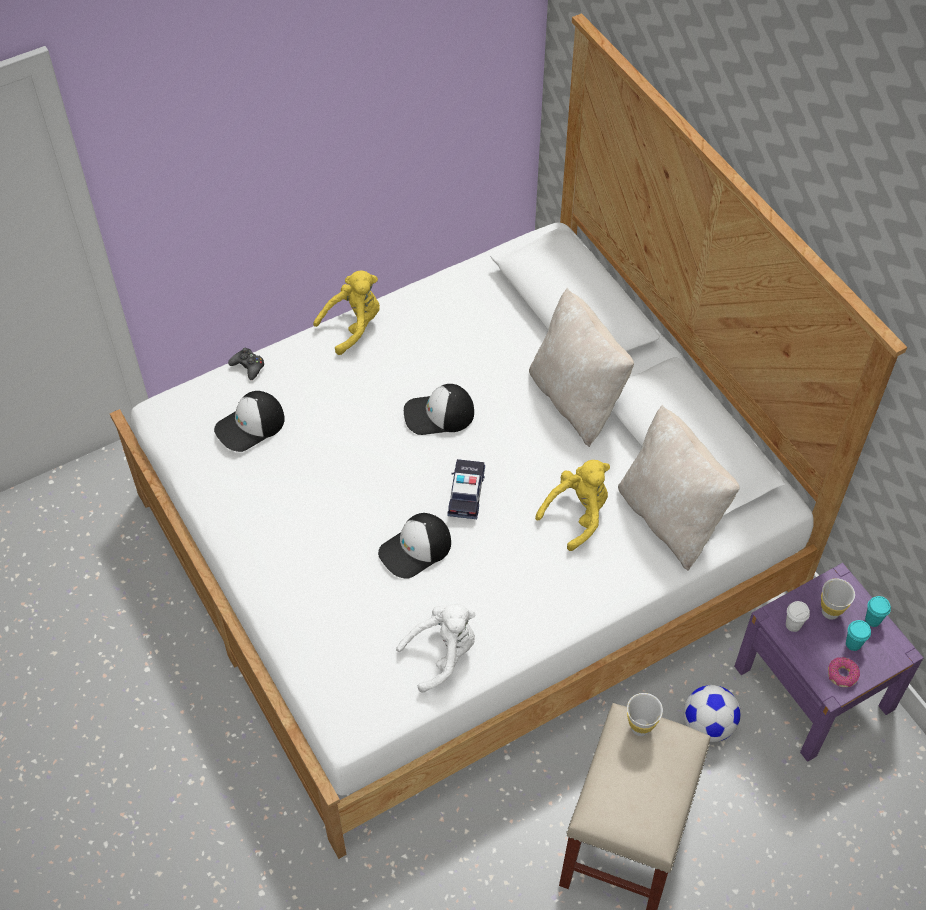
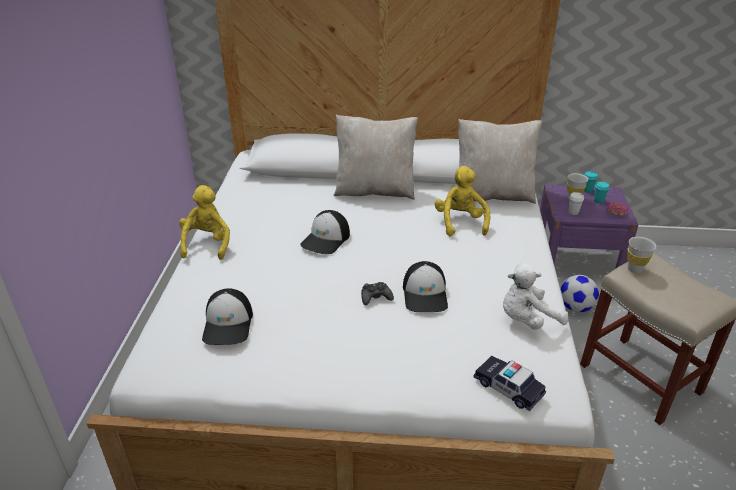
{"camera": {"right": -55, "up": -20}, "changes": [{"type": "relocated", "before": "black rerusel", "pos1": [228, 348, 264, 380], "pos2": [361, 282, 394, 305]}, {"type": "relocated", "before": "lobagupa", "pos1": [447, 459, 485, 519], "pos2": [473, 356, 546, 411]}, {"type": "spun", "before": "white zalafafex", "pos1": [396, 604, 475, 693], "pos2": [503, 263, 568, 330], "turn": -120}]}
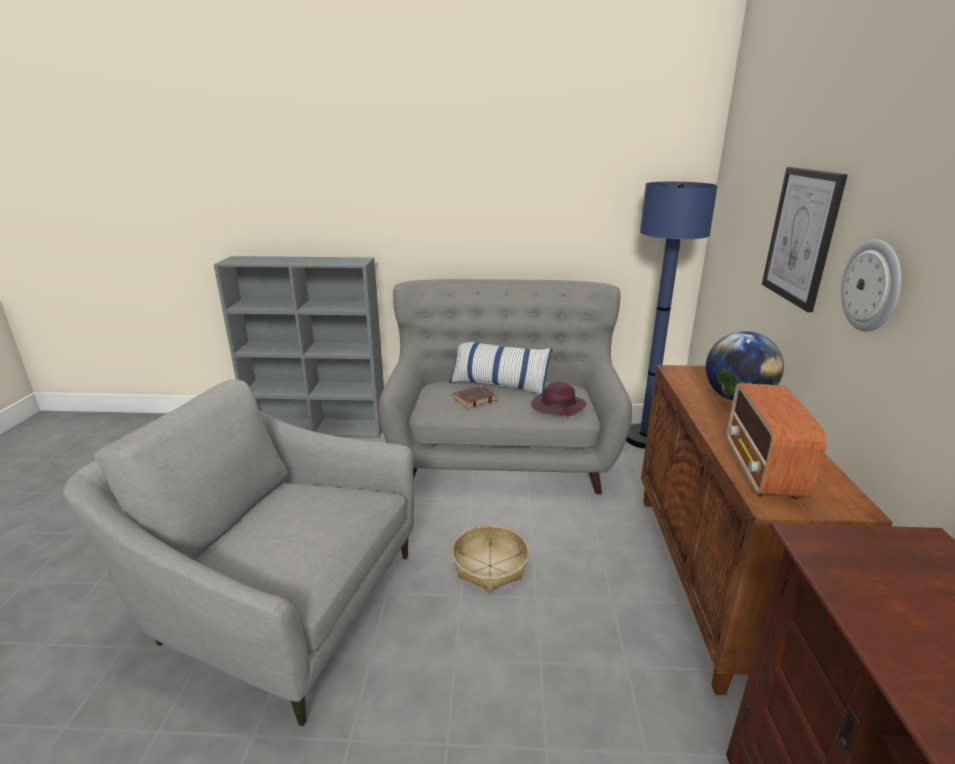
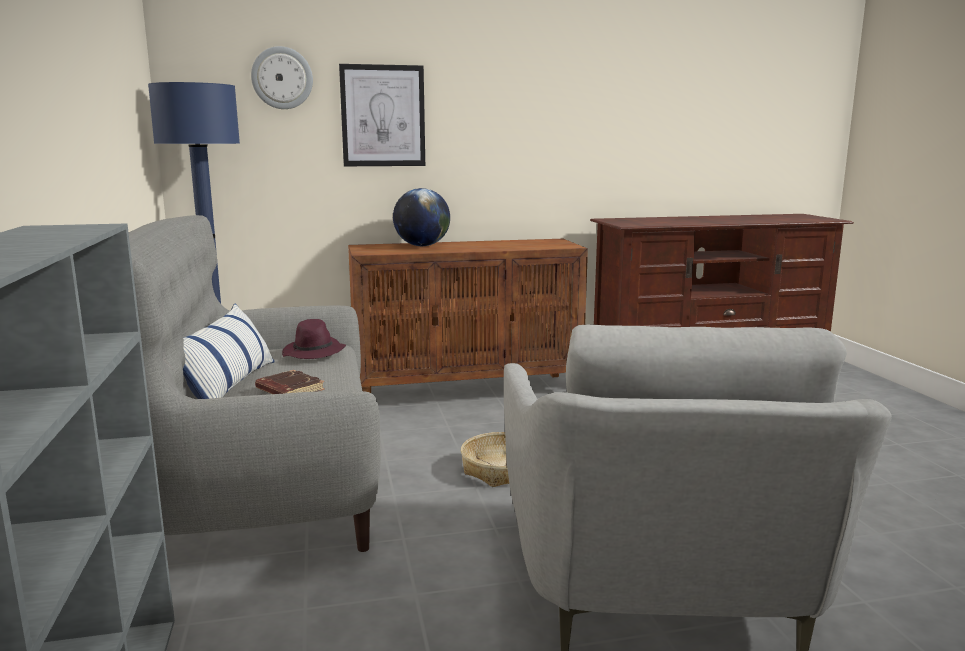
{"camera": {"right": -105, "up": -10}, "changes": [{"type": "missing", "before": "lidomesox", "pos1": [726, 383, 827, 499]}, {"type": "relocated", "before": "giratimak", "pos1": [841, 239, 901, 332], "pos2": [251, 46, 313, 109]}]}
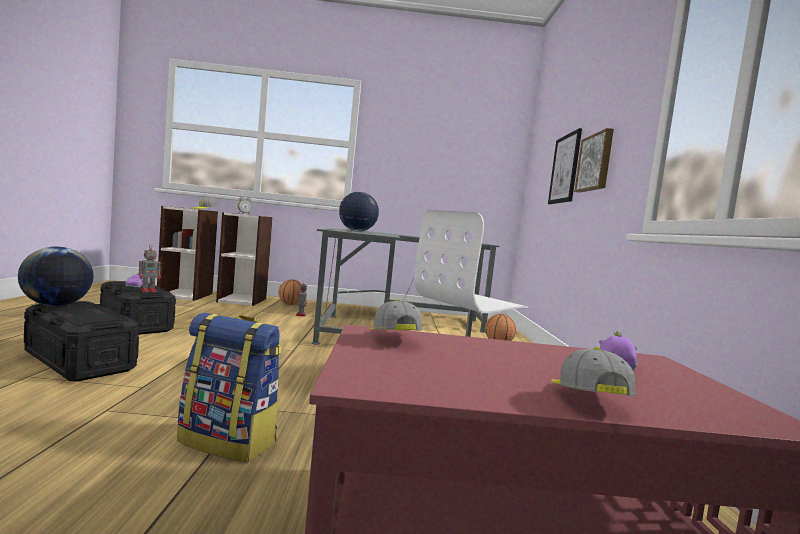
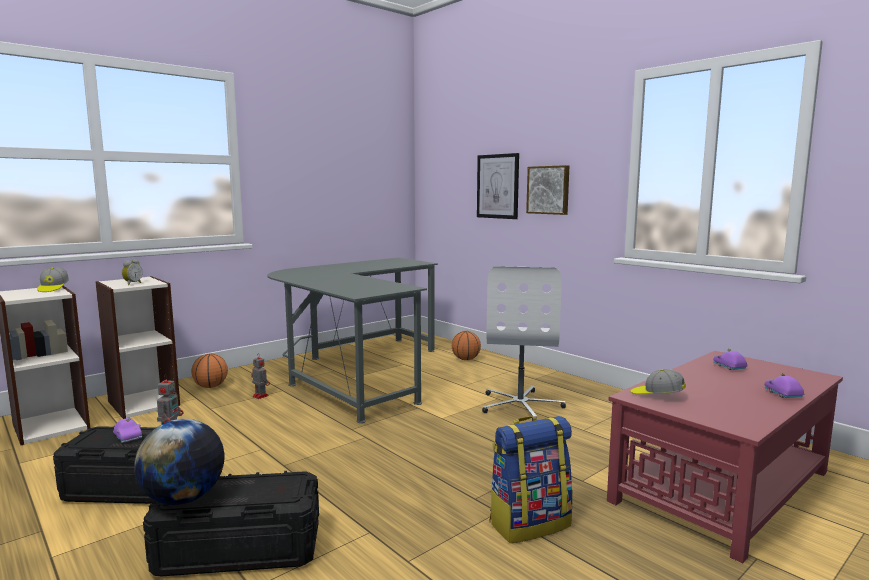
{"camera": {"right": -40, "up": 5}, "changes": [{"type": "missing", "before": "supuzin", "pos1": [339, 192, 379, 232]}, {"type": "exchanged", "before": "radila", "after": "purple lobagupa", "pos1": [551, 347, 636, 396], "pos2": [764, 373, 804, 398]}]}
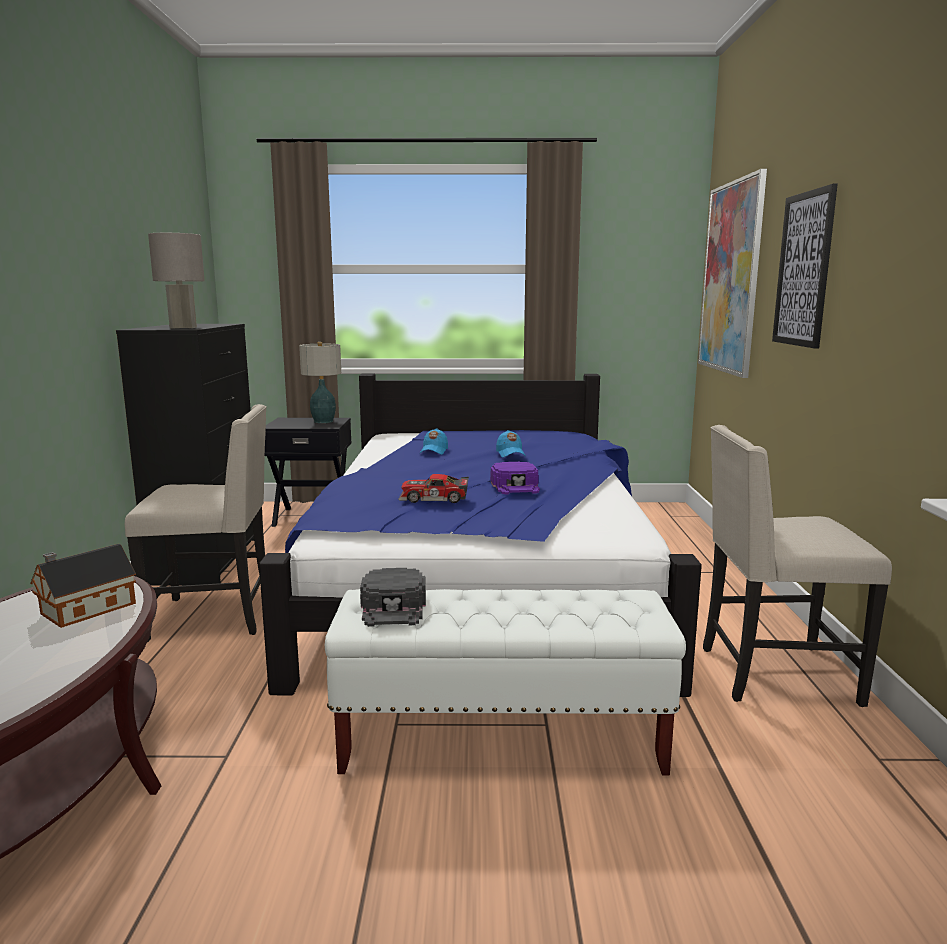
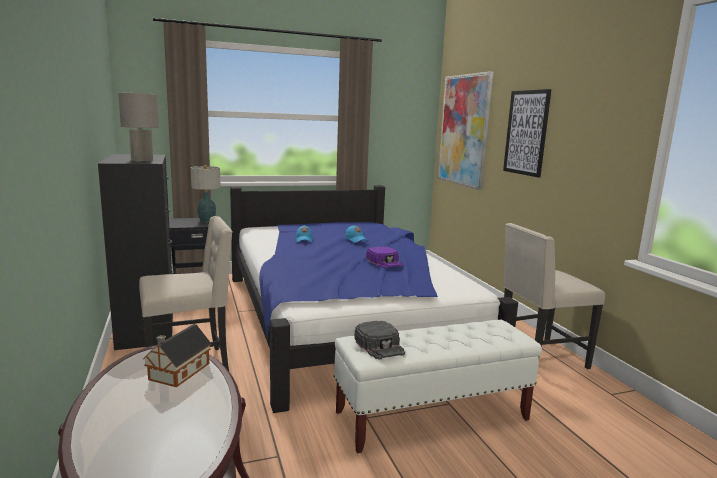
{"camera": {"right": -20, "up": 0}, "changes": [{"type": "missing", "before": "lobagupa", "pos1": [398, 474, 469, 503]}]}
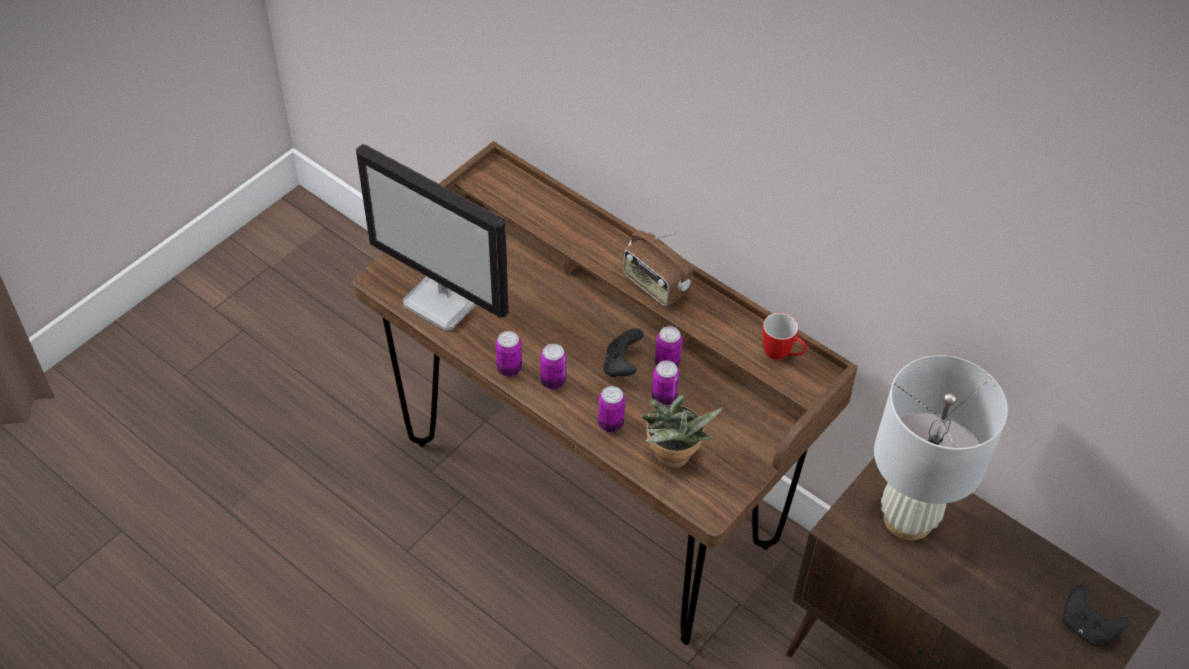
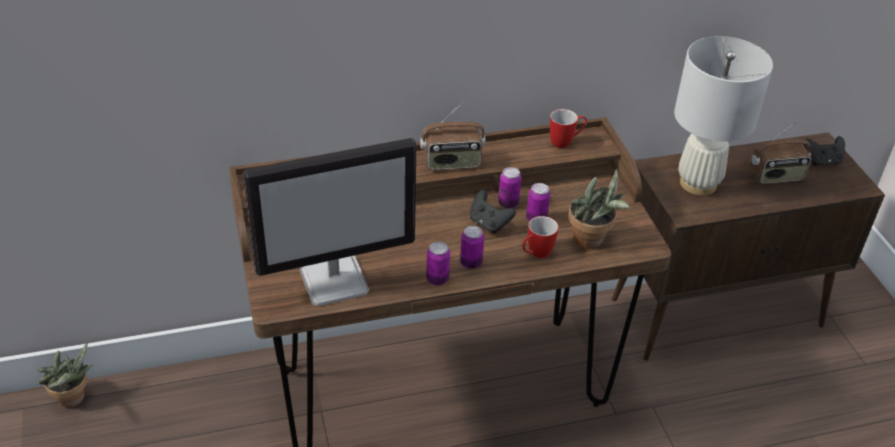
{"camera": {"right": -55, "up": -10}, "changes": [{"type": "appeared", "after": "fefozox", "pos2": [37, 342, 93, 408]}, {"type": "appeared", "after": "lidomesox", "pos2": [750, 122, 812, 184]}, {"type": "exchanged", "before": "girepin", "after": "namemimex", "pos1": [598, 386, 625, 432], "pos2": [522, 216, 559, 258]}]}
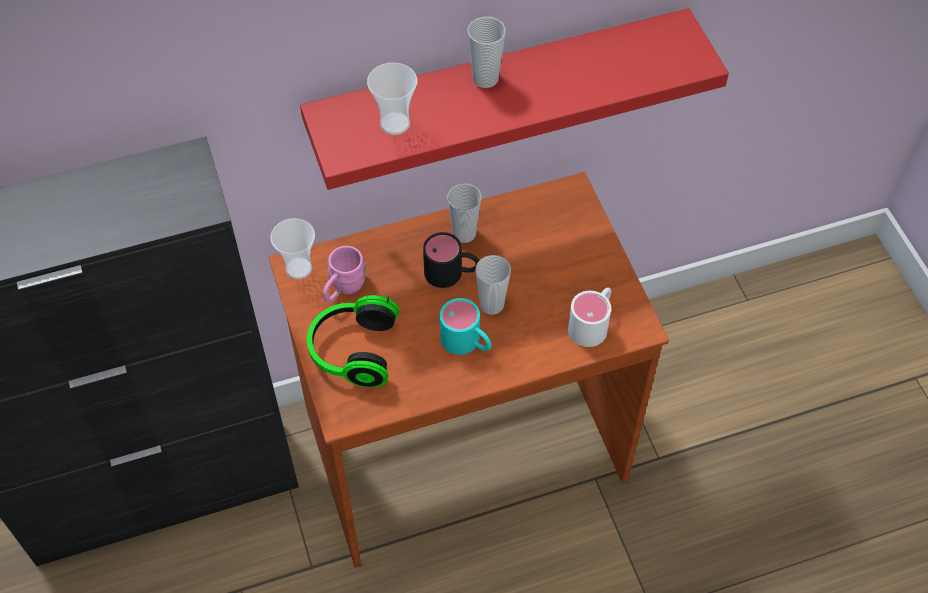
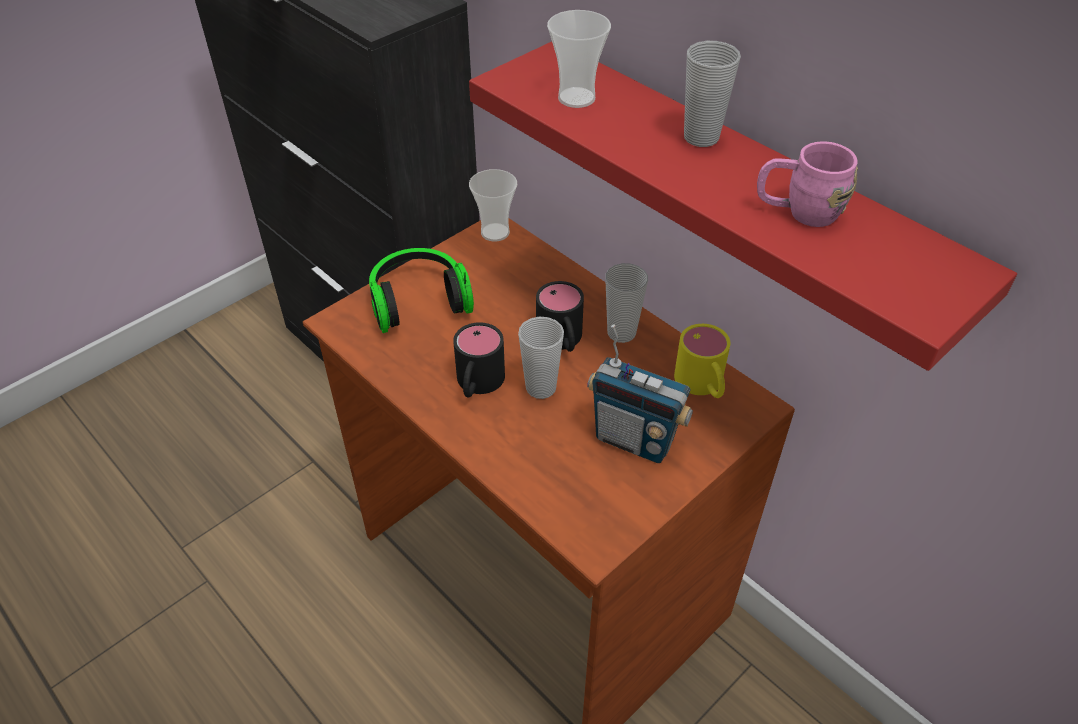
{"camera": {"right": 65, "up": -10}, "changes": [{"type": "missing", "before": "white namemimex", "pos1": [568, 287, 611, 347]}, {"type": "appeared", "after": "lidomesox", "pos2": [587, 325, 693, 463]}, {"type": "appeared", "after": "yellow namemimex", "pos2": [674, 324, 730, 398]}, {"type": "relocated", "before": "pink namemimex", "pos1": [323, 246, 366, 303], "pos2": [757, 141, 858, 227]}, {"type": "colour", "before": "turquoise namemimex", "after": "black namemimex", "pos1": [440, 298, 492, 355], "pos2": [453, 322, 505, 397]}]}
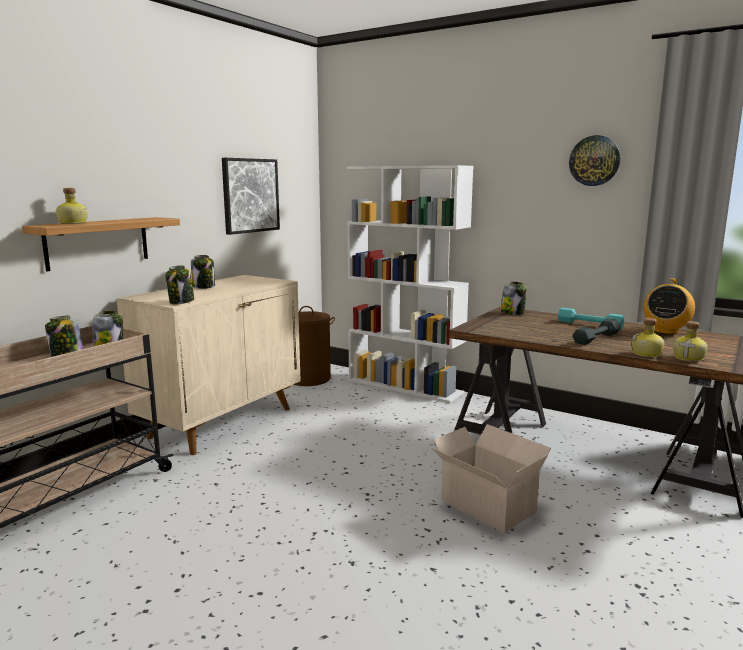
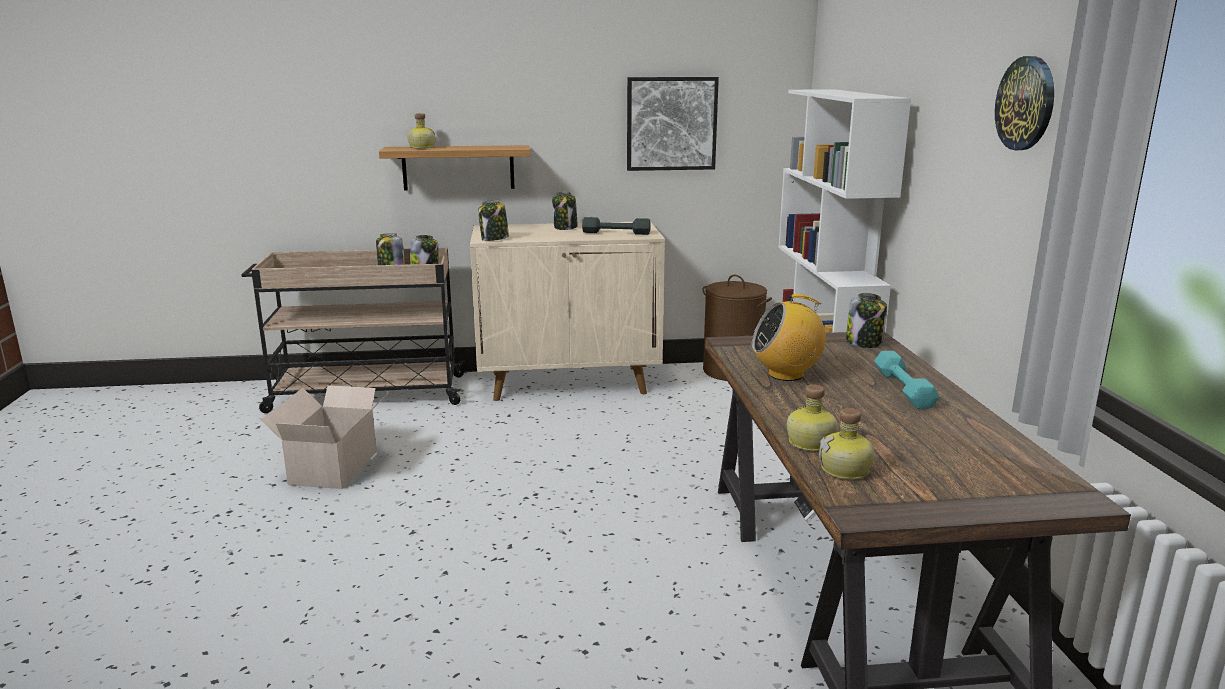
{"camera": {"right": 50, "up": 5}, "changes": [{"type": "relocated", "before": "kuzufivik", "pos1": [432, 424, 551, 533], "pos2": [261, 385, 388, 489]}, {"type": "relocated", "before": "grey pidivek", "pos1": [572, 319, 621, 345], "pos2": [582, 217, 651, 235]}, {"type": "relocated", "before": "lidomesox", "pos1": [643, 278, 695, 335], "pos2": [752, 294, 826, 381]}]}
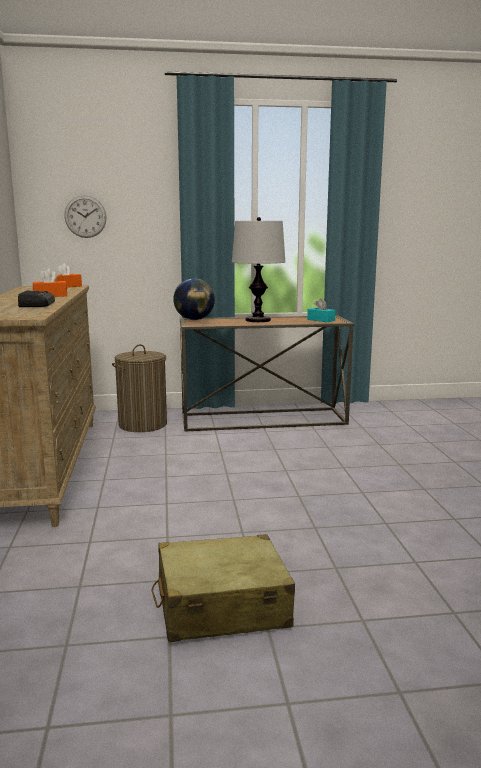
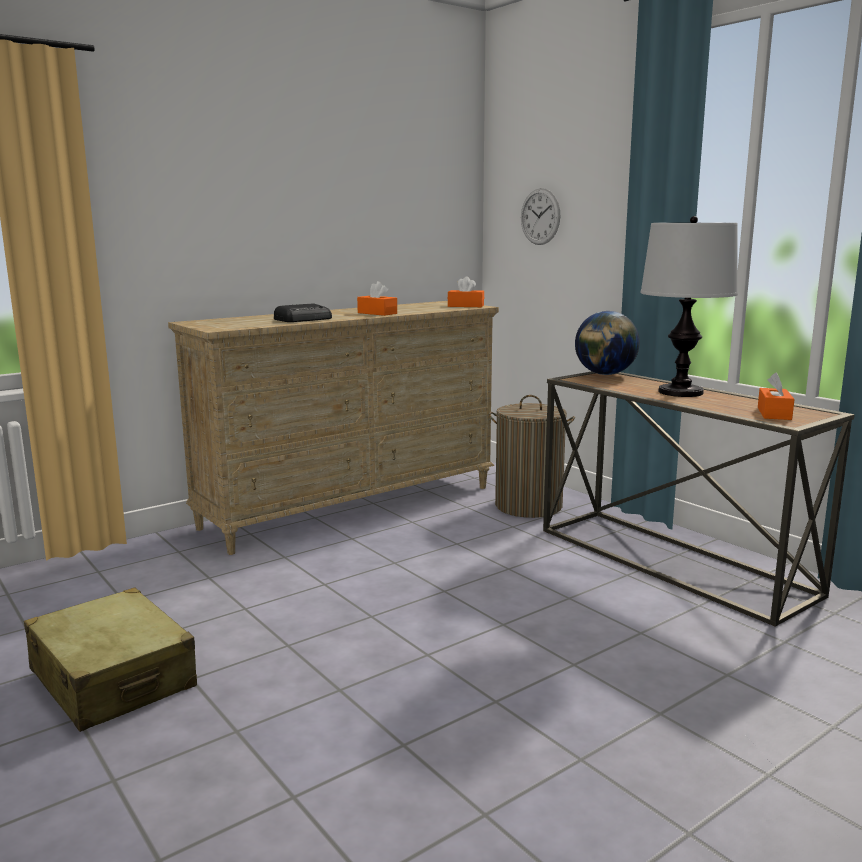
{"camera": {"right": 60, "up": 0}, "changes": [{"type": "colour", "before": "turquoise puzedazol", "after": "orange puzedazol", "pos1": [307, 299, 336, 322], "pos2": [758, 373, 794, 420]}]}
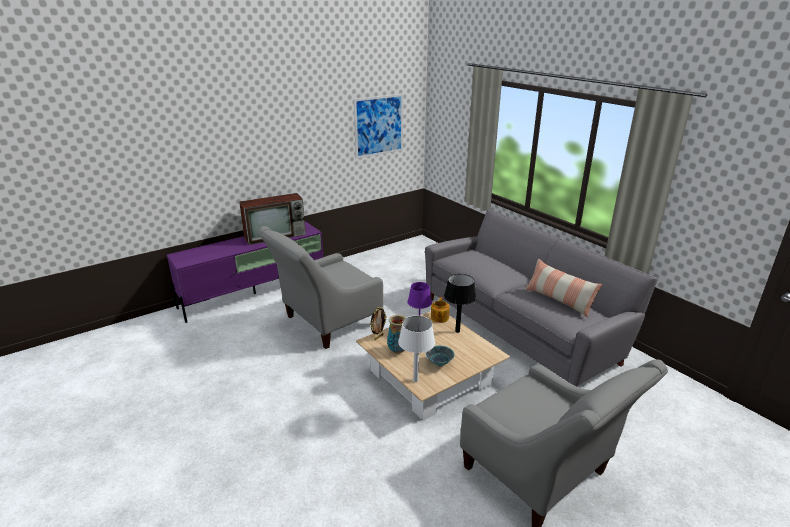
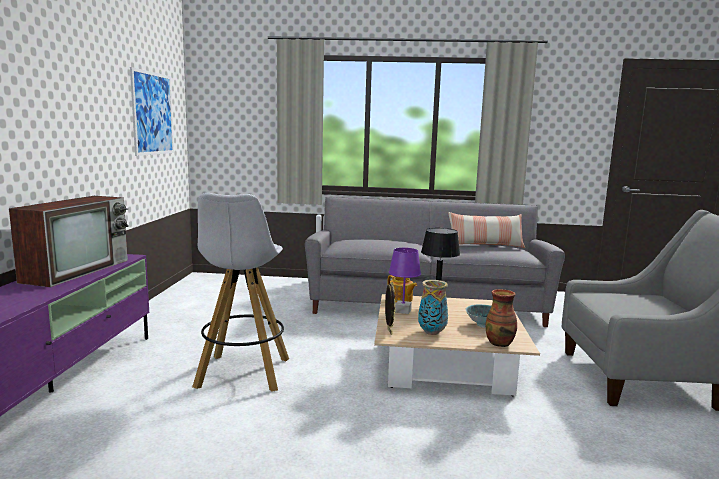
{"camera": {"right": -50, "up": -15}, "changes": [{"type": "exchanged", "before": "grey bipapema", "after": "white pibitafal", "pos1": [258, 226, 383, 349], "pos2": [192, 193, 289, 392]}, {"type": "exchanged", "before": "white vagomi", "after": "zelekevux", "pos1": [398, 316, 435, 382], "pos2": [486, 289, 517, 347]}]}
